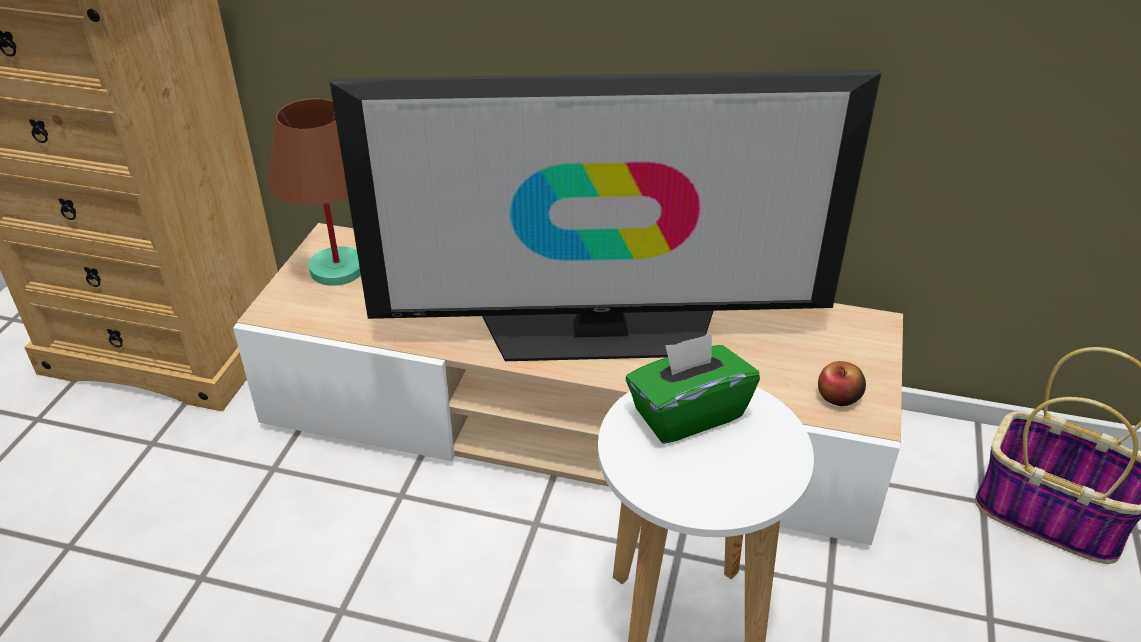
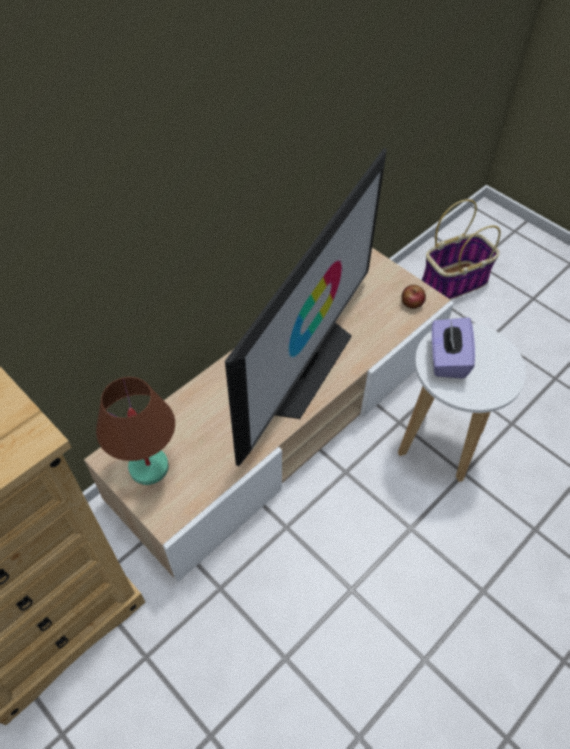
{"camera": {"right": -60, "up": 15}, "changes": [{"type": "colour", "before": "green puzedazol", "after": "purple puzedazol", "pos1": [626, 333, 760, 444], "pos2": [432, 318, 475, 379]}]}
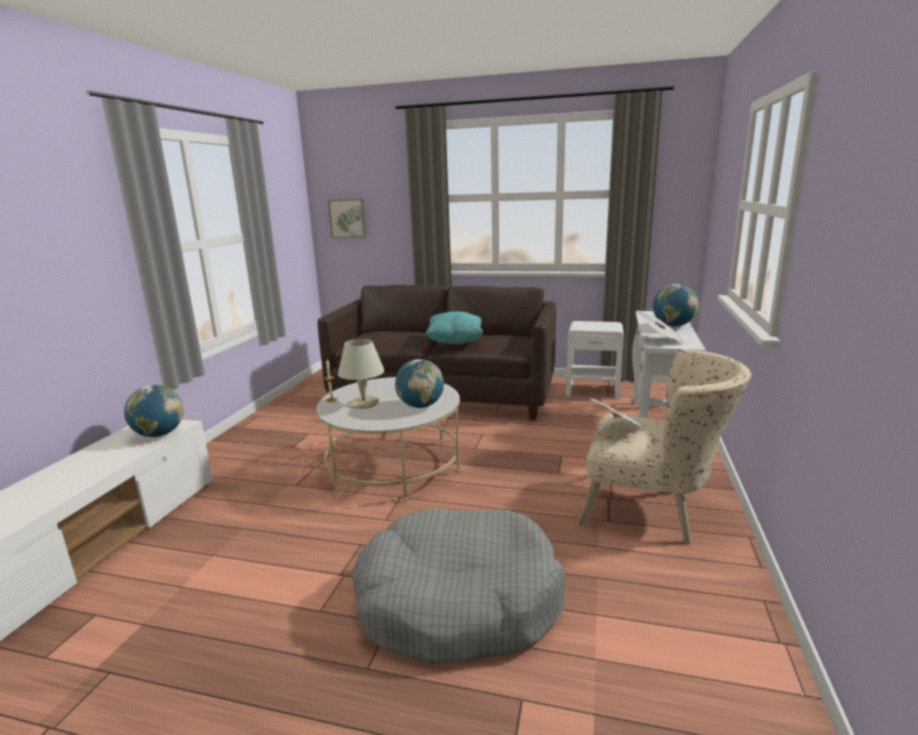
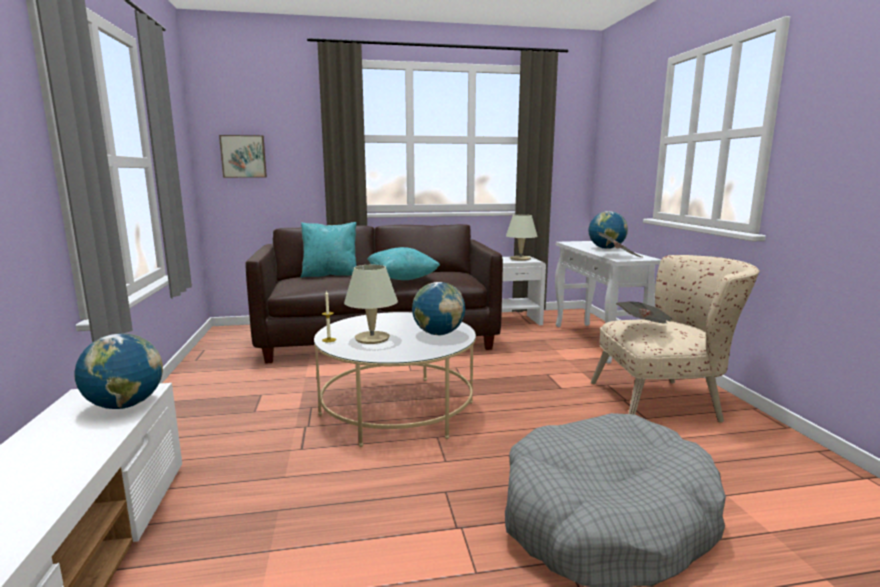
{"camera": {"right": -25, "up": -5}, "changes": [{"type": "appeared", "after": "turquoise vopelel", "pos2": [300, 222, 357, 278]}, {"type": "appeared", "after": "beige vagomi", "pos2": [506, 214, 538, 261]}]}
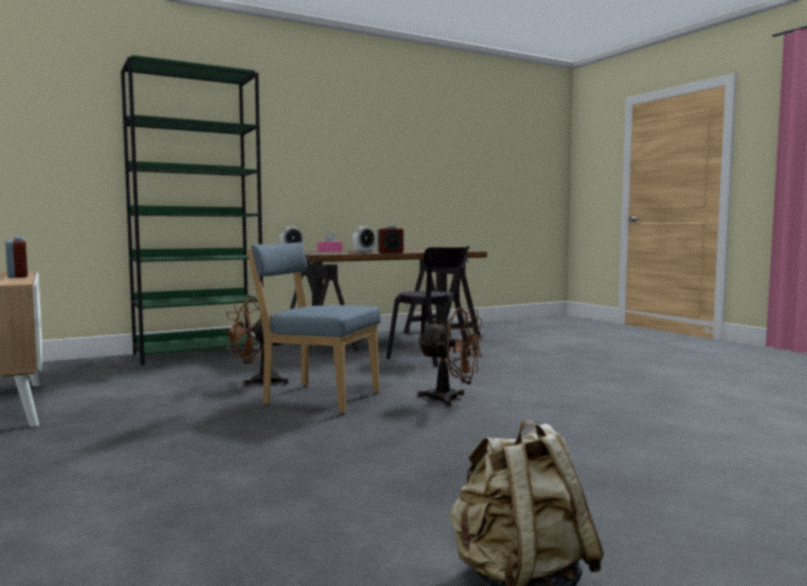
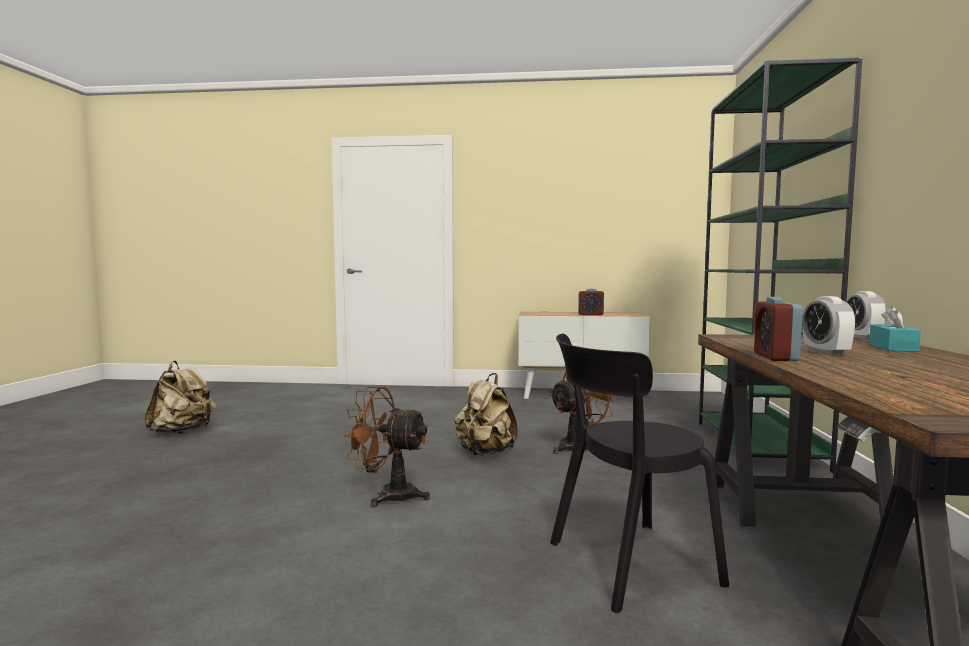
{"camera": {"right": 125, "up": 0}, "changes": [{"type": "exchanged", "before": "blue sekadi", "after": "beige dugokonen", "pos1": [247, 242, 381, 414], "pos2": [455, 373, 518, 456]}, {"type": "colour", "before": "pink puzedazol", "after": "turquoise puzedazol", "pos1": [317, 232, 342, 252], "pos2": [869, 306, 921, 352]}, {"type": "spun", "before": "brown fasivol", "pos1": [417, 307, 484, 406], "pos2": [343, 386, 430, 507], "turn": 45}]}
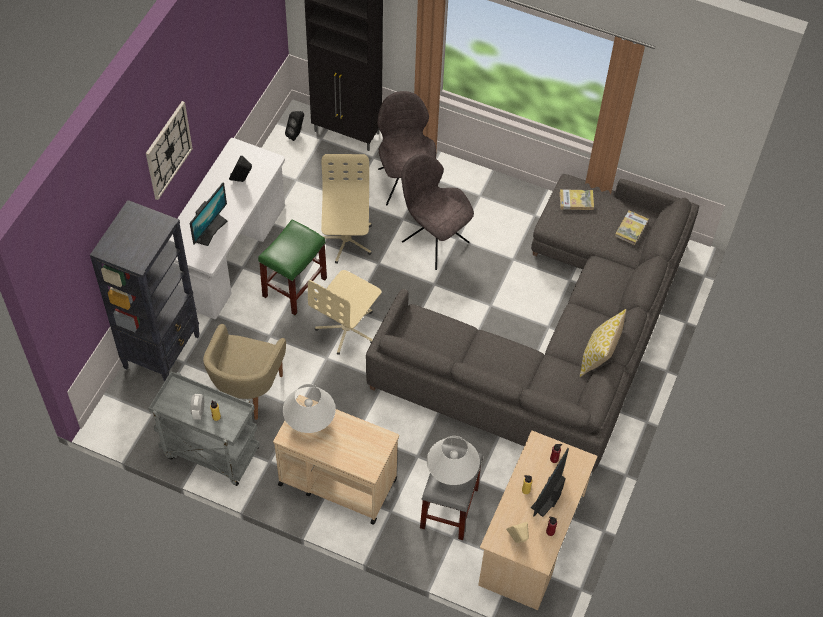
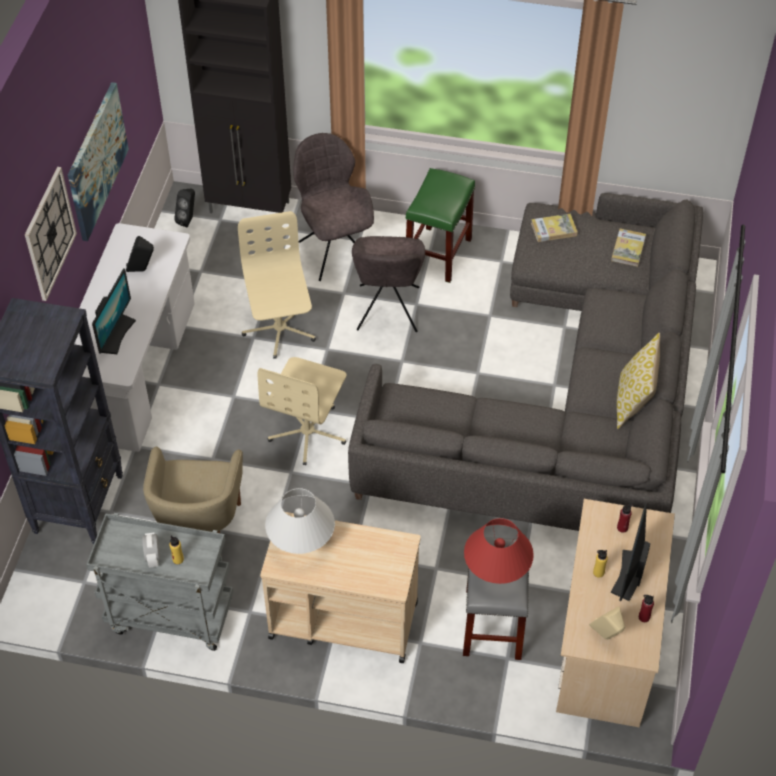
{"camera": {"right": -10, "up": -5}, "changes": [{"type": "appeared", "after": "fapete", "pos2": [68, 82, 129, 241]}, {"type": "relocated", "before": "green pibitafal", "pos1": [258, 220, 327, 315], "pos2": [406, 168, 475, 283]}, {"type": "colour", "before": "white vagomi", "after": "red vagomi", "pos1": [427, 436, 480, 485], "pos2": [464, 518, 534, 584]}, {"type": "spun", "before": "grey sekadi", "pos1": [401, 154, 474, 270], "pos2": [352, 236, 425, 332], "turn": -120}]}
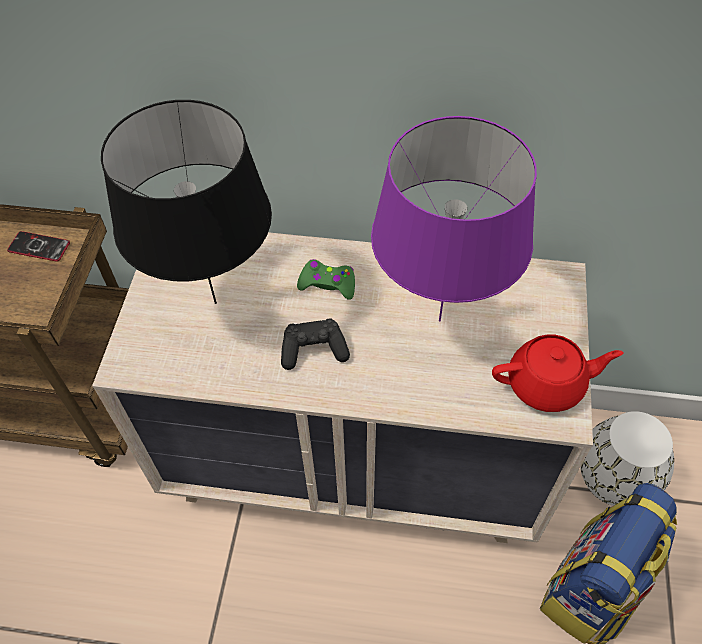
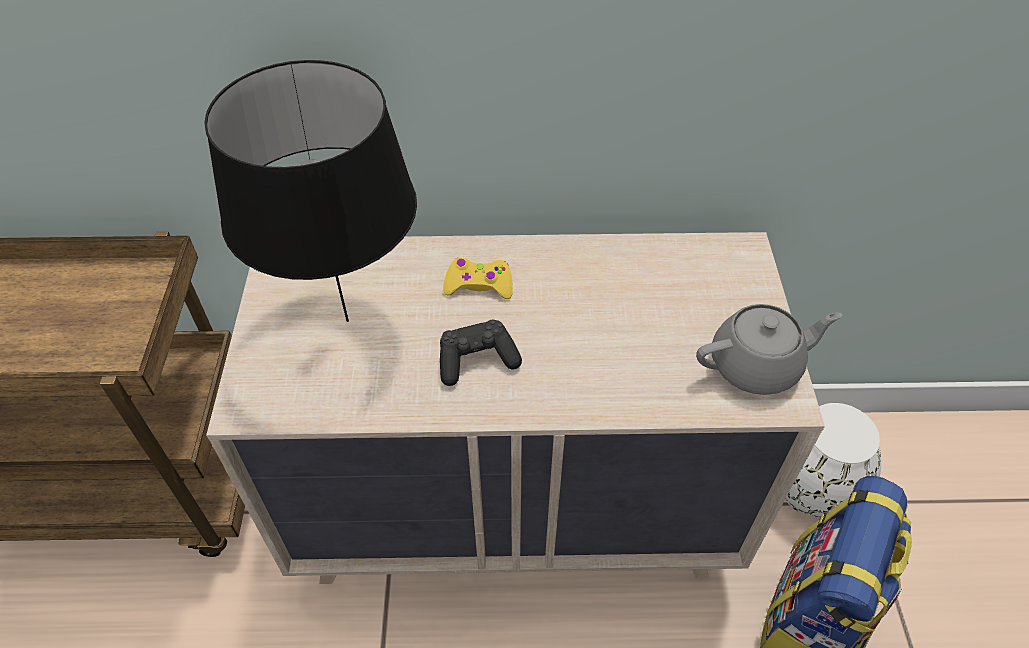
{"camera": {"right": -10, "up": -5}, "changes": [{"type": "missing", "before": "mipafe", "pos1": [7, 231, 70, 261]}, {"type": "missing", "before": "purple vagomi", "pos1": [371, 116, 537, 321]}, {"type": "colour", "before": "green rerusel", "after": "yellow rerusel", "pos1": [297, 259, 355, 300], "pos2": [443, 258, 513, 299]}, {"type": "colour", "before": "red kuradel", "after": "grey kuradel", "pos1": [492, 334, 624, 412], "pos2": [696, 304, 842, 395]}]}
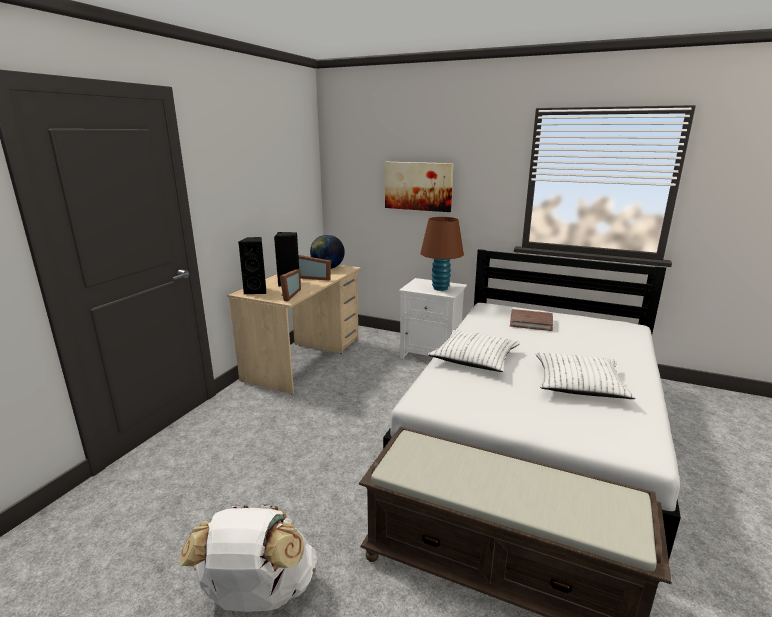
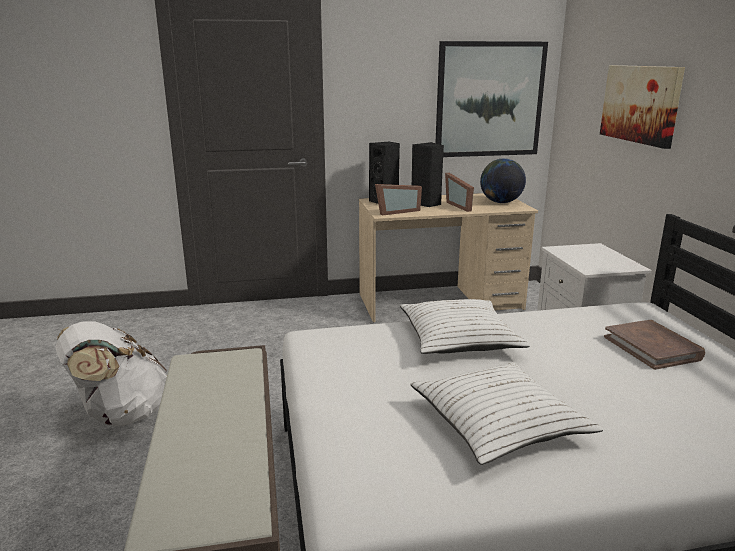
{"camera": {"right": 55, "up": 0}, "changes": [{"type": "missing", "before": "brown vagomi", "pos1": [420, 217, 464, 291]}, {"type": "appeared", "after": "fapete", "pos2": [435, 41, 548, 157]}]}
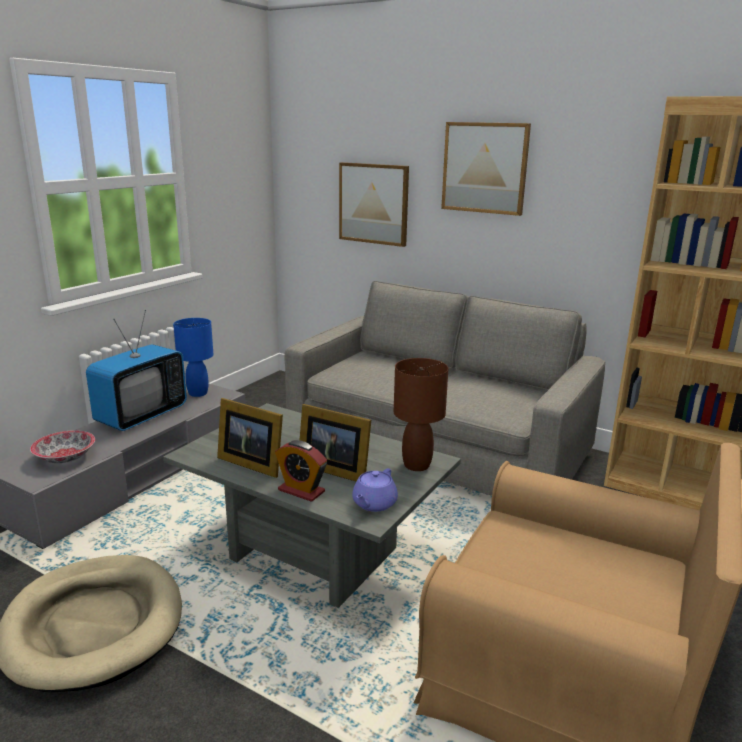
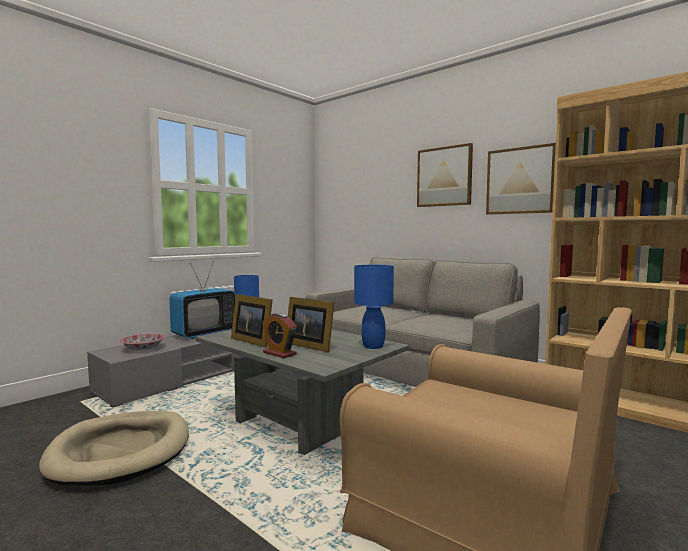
{"camera": {"right": 10, "up": -15}, "changes": [{"type": "missing", "before": "purple kuradel", "pos1": [352, 468, 398, 512]}, {"type": "relocated", "before": "fapete", "pos1": [339, 162, 409, 247], "pos2": [486, 143, 556, 215]}, {"type": "colour", "before": "brown vagomi", "after": "blue vagomi", "pos1": [394, 358, 449, 471], "pos2": [354, 265, 394, 349]}]}
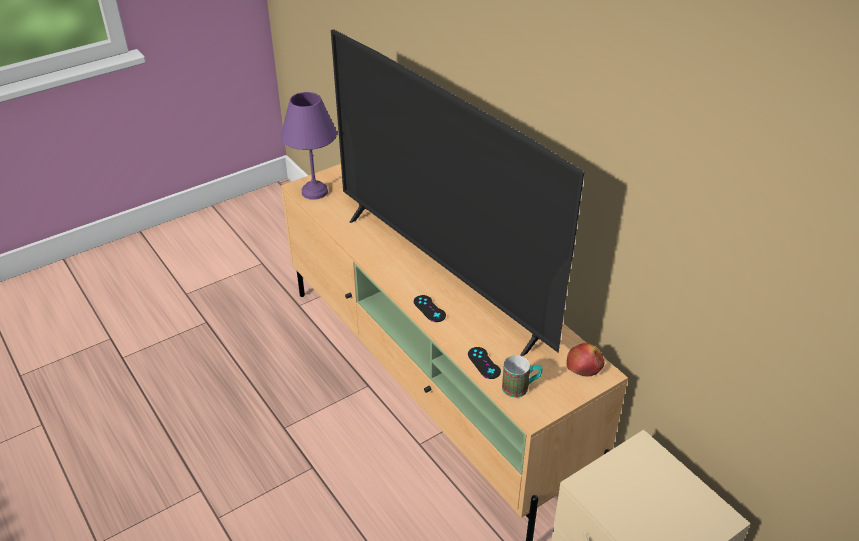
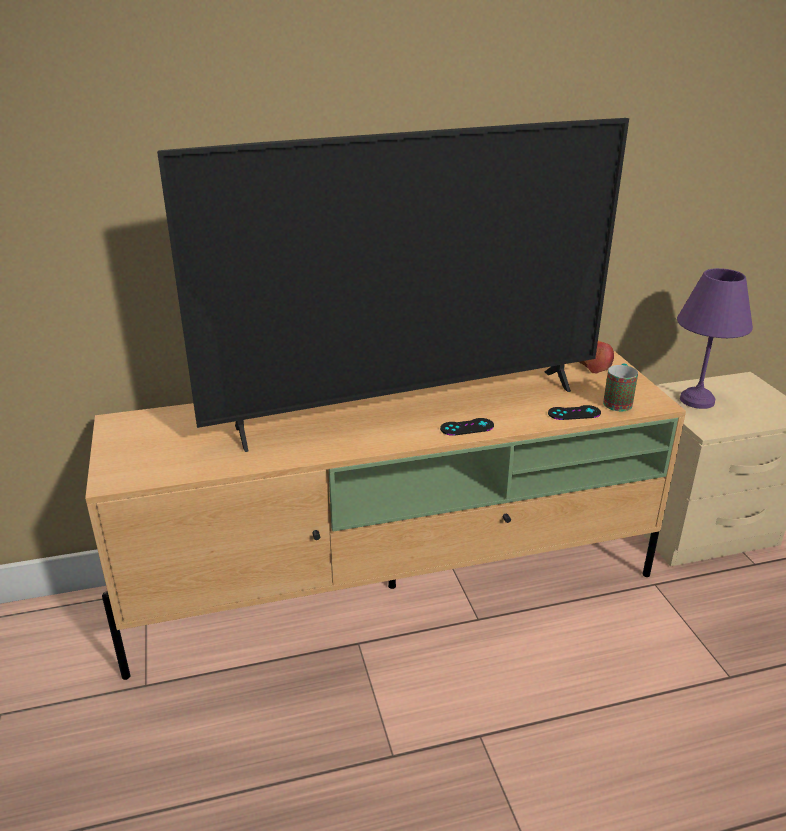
{"camera": {"right": -70, "up": -10}, "changes": [{"type": "relocated", "before": "purple vagomi", "pos1": [281, 92, 337, 200], "pos2": [677, 268, 753, 409]}]}
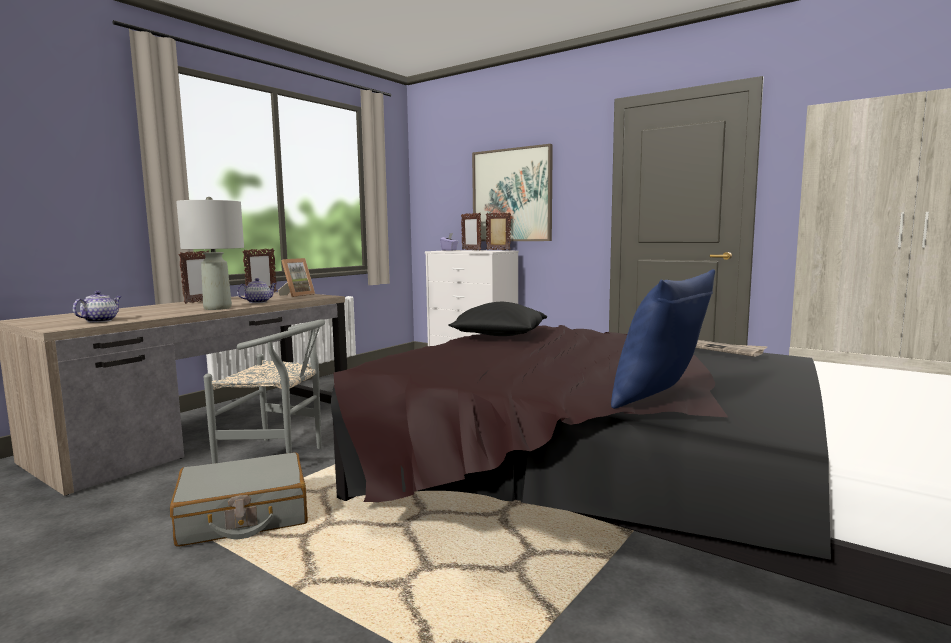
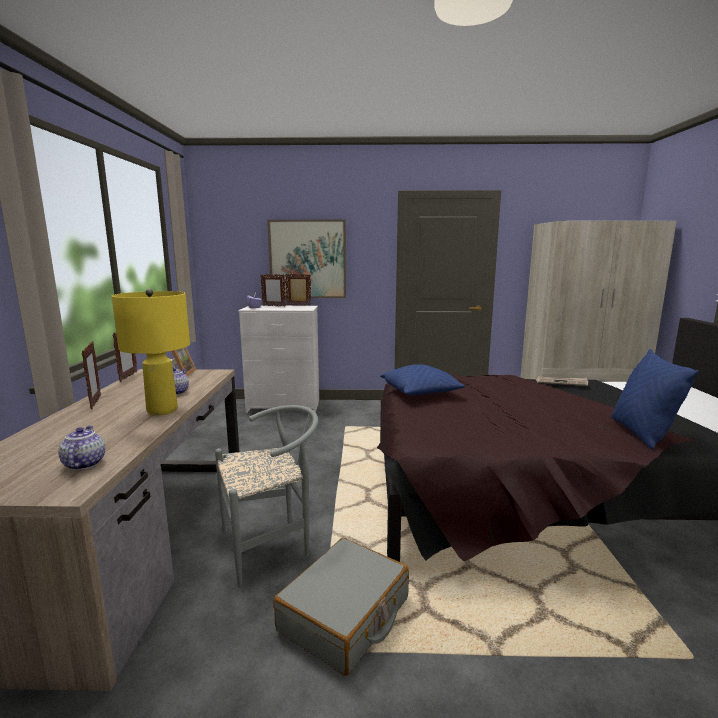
{"camera": {"right": -35, "up": 5}, "changes": [{"type": "colour", "before": "grey vagomi", "after": "yellow vagomi", "pos1": [176, 197, 244, 310], "pos2": [111, 289, 190, 415]}, {"type": "colour", "before": "black vopelel", "after": "blue vopelel", "pos1": [448, 302, 547, 336], "pos2": [380, 364, 466, 395]}]}
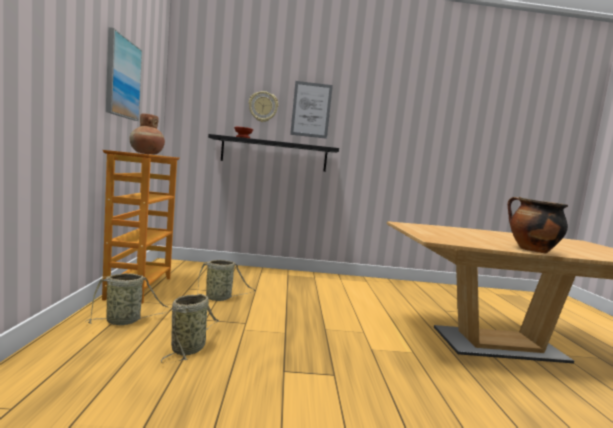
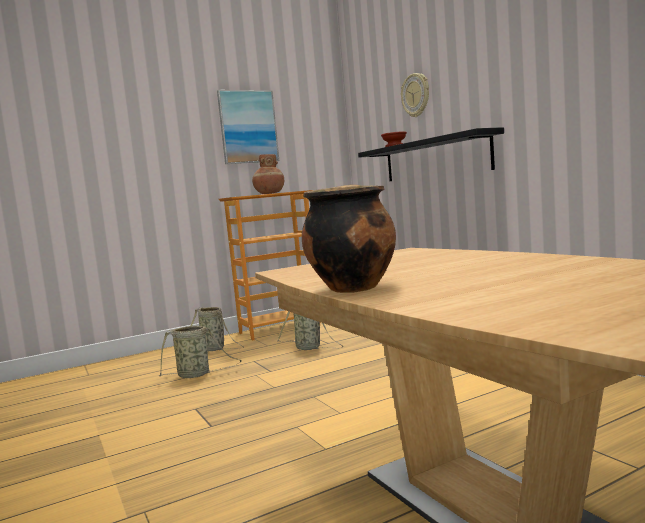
{"camera": {"right": 65, "up": 0}, "changes": [{"type": "missing", "before": "fapete", "pos1": [290, 81, 333, 139]}]}
